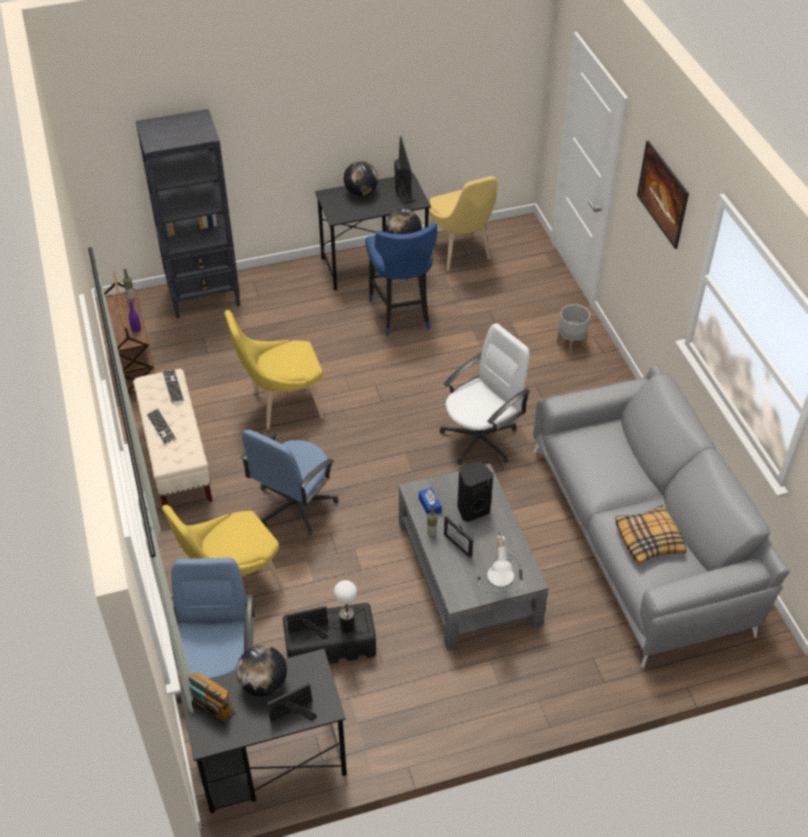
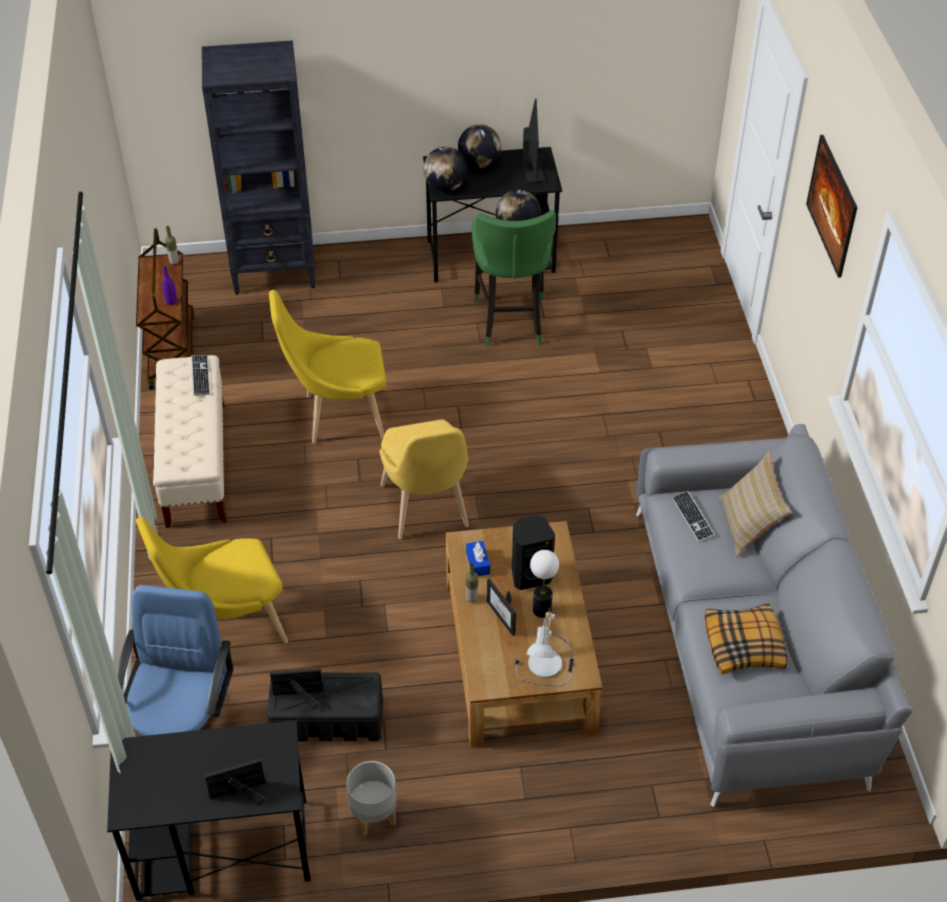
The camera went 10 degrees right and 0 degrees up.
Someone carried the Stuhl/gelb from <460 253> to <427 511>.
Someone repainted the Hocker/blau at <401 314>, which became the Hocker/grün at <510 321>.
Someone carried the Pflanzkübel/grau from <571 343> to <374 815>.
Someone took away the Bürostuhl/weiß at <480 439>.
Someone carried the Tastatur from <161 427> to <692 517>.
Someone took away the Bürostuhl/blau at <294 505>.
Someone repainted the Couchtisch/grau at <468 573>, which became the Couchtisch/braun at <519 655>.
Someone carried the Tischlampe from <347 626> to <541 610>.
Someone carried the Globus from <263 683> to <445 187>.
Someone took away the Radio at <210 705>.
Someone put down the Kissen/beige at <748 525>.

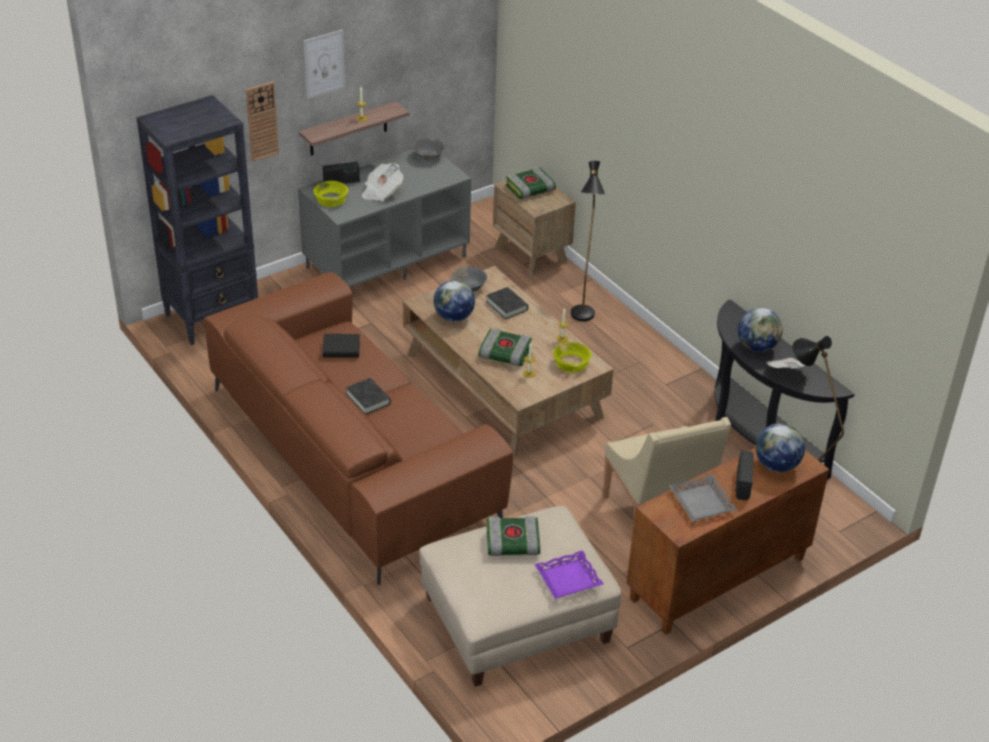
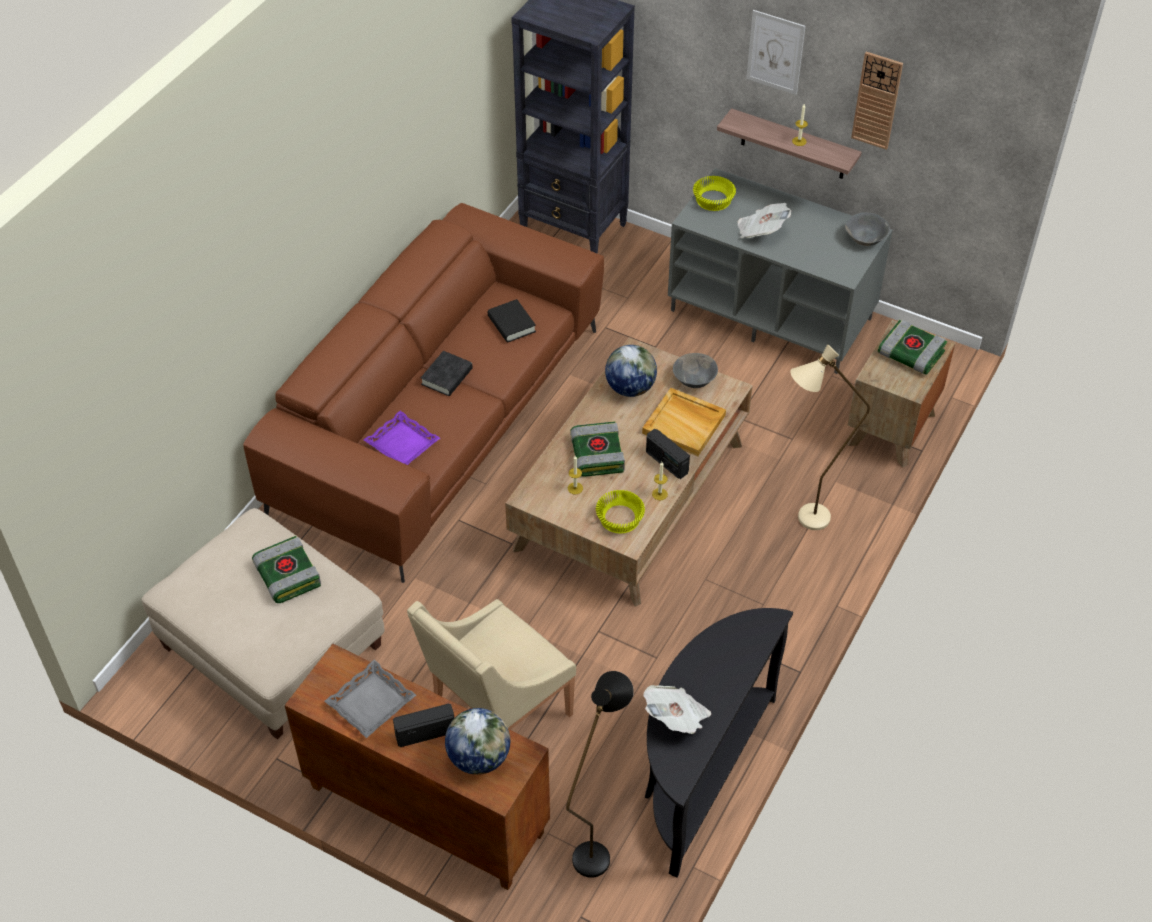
The camera went 65 degrees right and 10 degrees up.
Someone carried the Wanduhr from <262 121> to <877 100>.
Someone repainted the Stehlampe/schwarz at <582 319>, which became the Stehlampe/beige at <803 521>.
Someone carried the Radio from <341 182> to <666 462>.
Someone swapped the Buch/schwarz at <507 306> for the Tablett/beige at <684 424>.
Someone took away the Globus at <757 347>.
Someone carried the Tablett/lila from <568 578> to <402 443>.

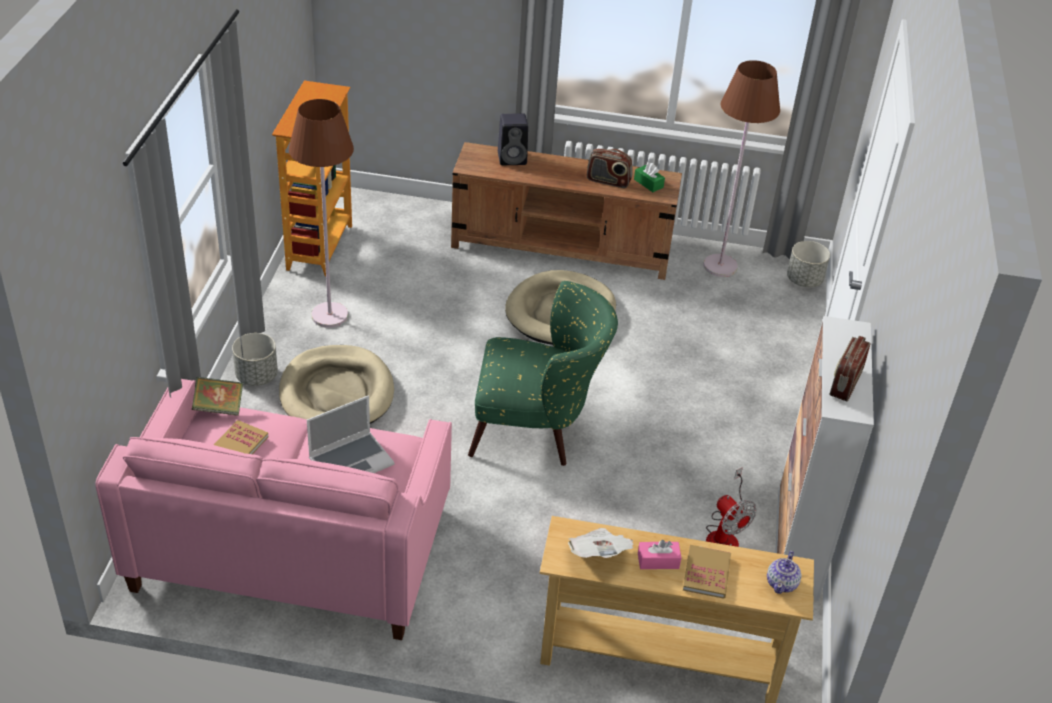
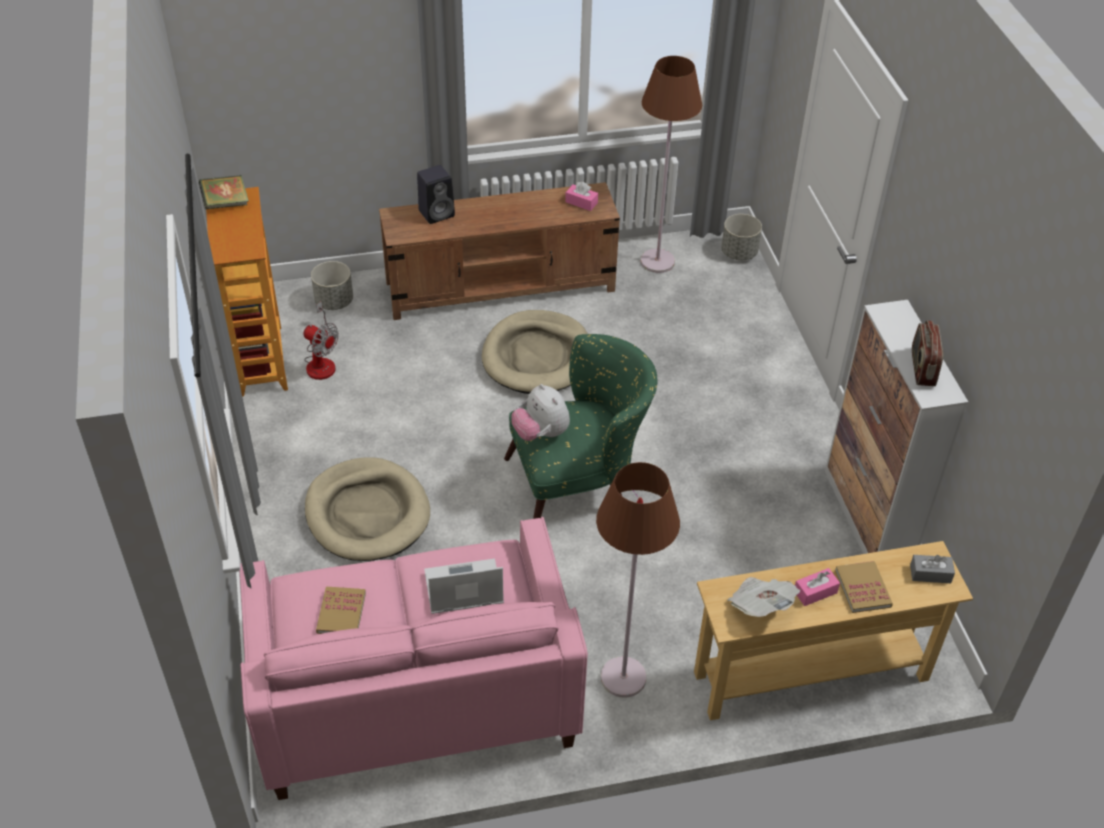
The camera went 20 degrees left and 5 degrees up.
Someone carried the Stehlampe/braun from <329 316> to <623 678>.
Someone took away the Radio at <608 181>.
Someone repainted the Taschentuchbox/grün at <648 183>, which became the Taschentuchbox/rosa at <581 202>.
Someone carried the Pflanzkübel/grau from <257 376> to <334 301>.
Someone carried the Buch from <219 407> to <226 204>.
Someone rotated the Laptop at <351 461> by 135 degrees counterclockwise.
Someone carried the Ventilator from <724 535> to <321 361>.
Someone swapped the Teekanne at <782 583> for the Taschentuchbox/grau at <930 574>.
Someone put down the Plüschtier at <541 433>.

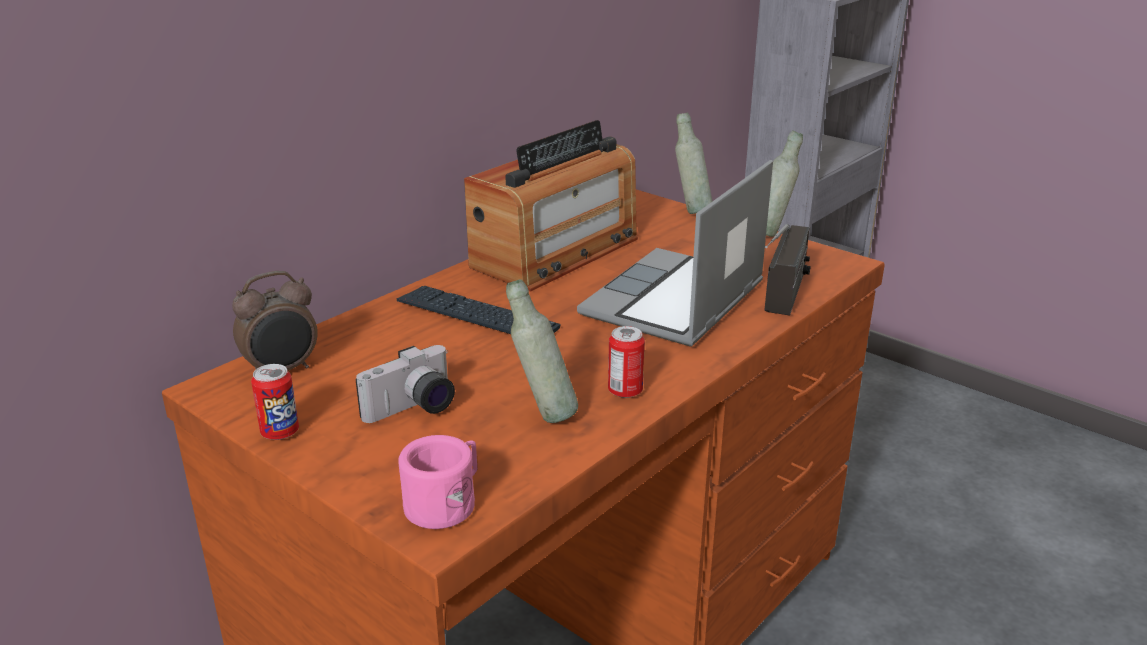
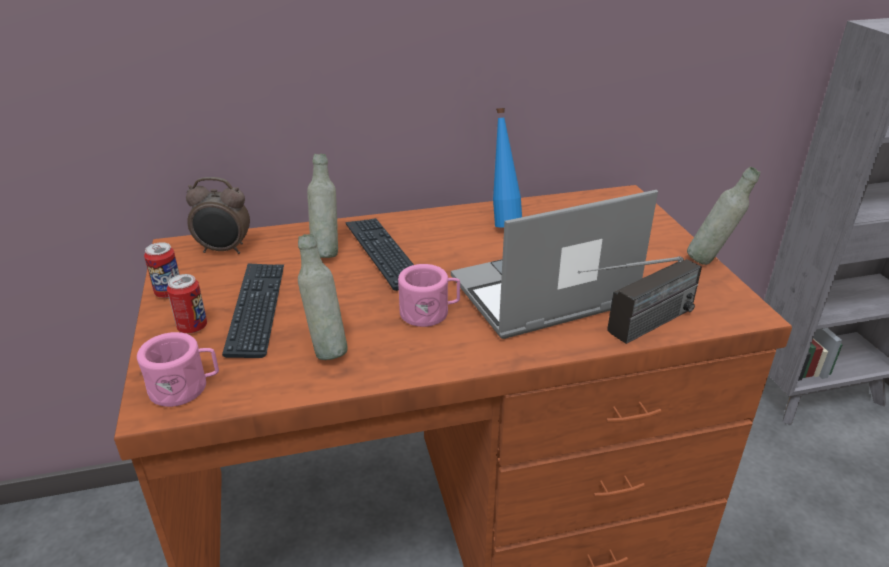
The camera went 35 degrees right and 5 degrees up.
Someone carried the Flasche/grau from <690 211> to <326 252>.
Someone swapped the Radio at <556 253> for the Flasche/blau at <503 222>.
Someone carried the Dose from <625 391> to <192 327>.
Someone swapped the Kamera at <414 409> for the Tastatur at <256 309>.
Someone put down the Henkelbecher/rosa at <430 313>.

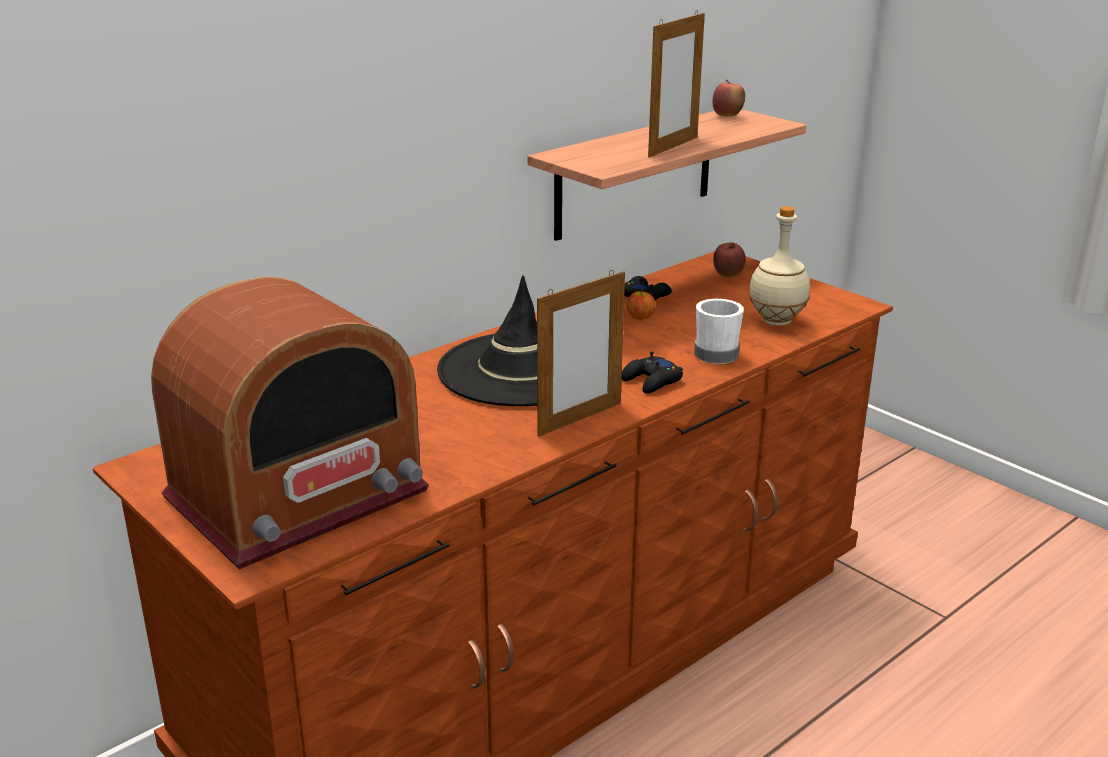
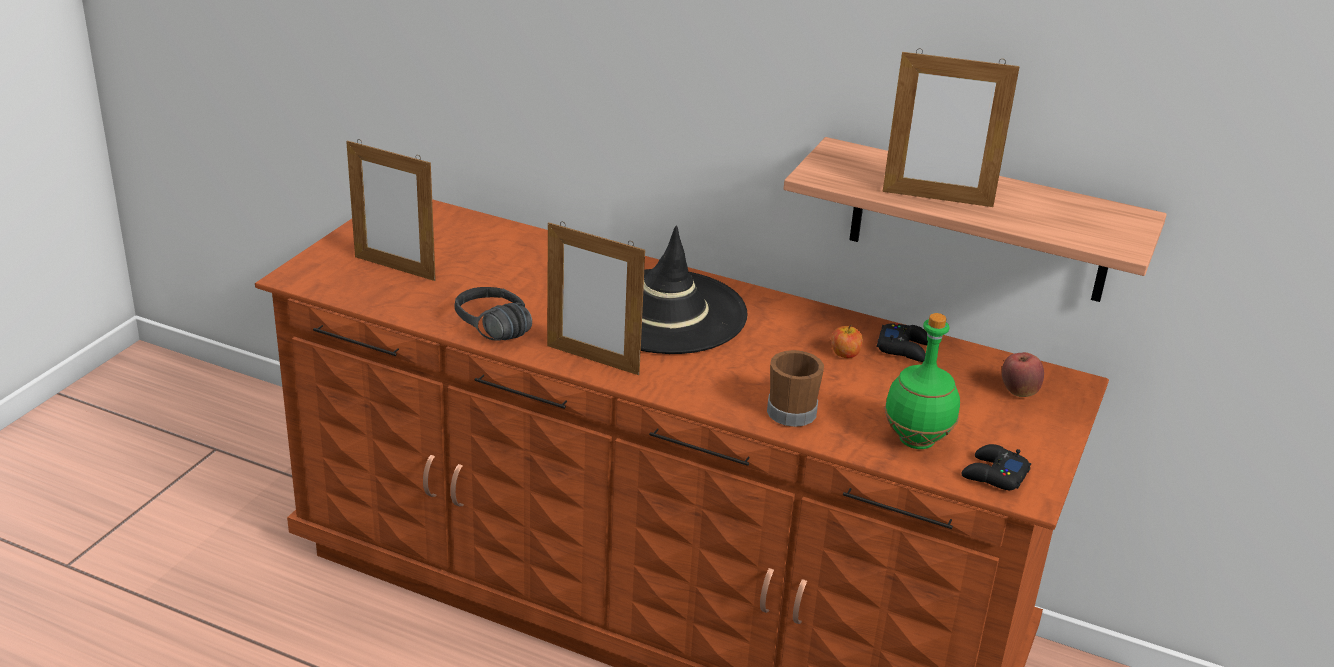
The camera went 65 degrees right and 5 degrees up.
Someone took away the Apfel at <727 116>.
Someone repainted the Flasche/beige at <777 321>, which became the Flasche/grün at <916 441>.
Someone swapped the Radio at <298 495> for the Bilderrahmen at <394 268>.
Someone repainted the Henkelbecher/weiß at <713 352>, which became the Henkelbecher/braun at <795 410>.
Someone carried the Gamepad/schwarz from <652 381> to <993 475>.
Someone put down the Kopfhörer/schwarz at <483 331>.

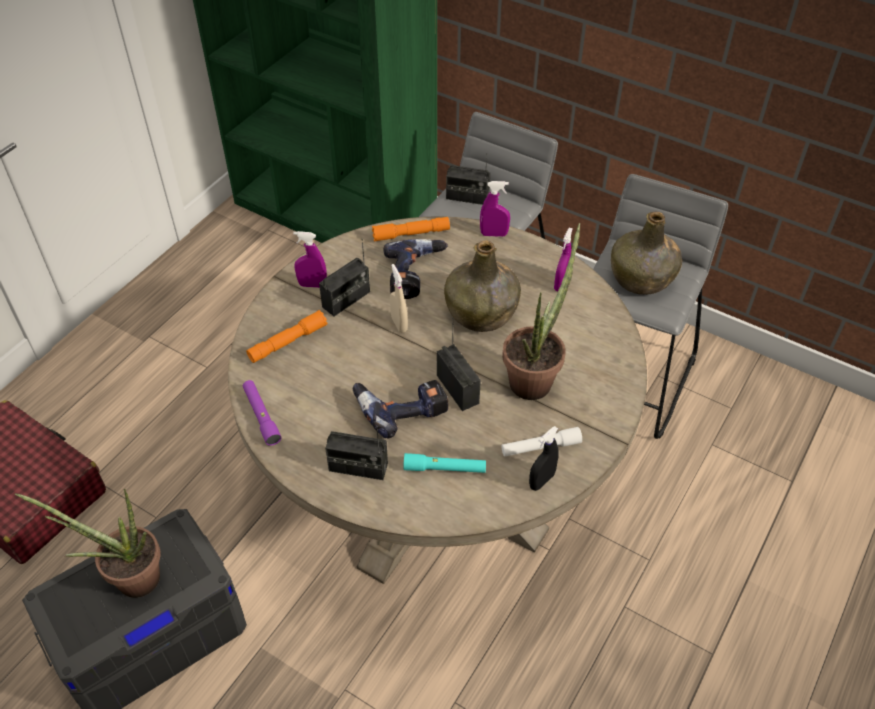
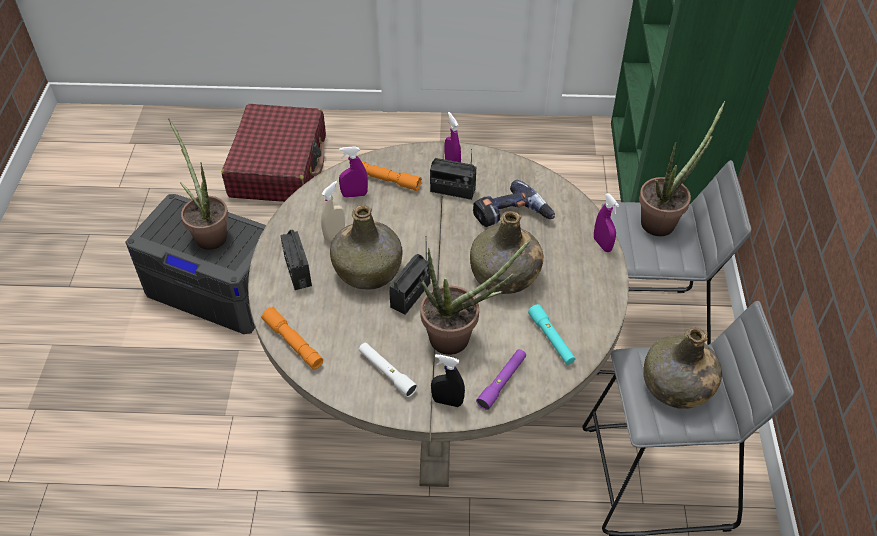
The camera went 60 degrees right and 0 degrees up.
Someone swapped the Radio at <467 197> for the Topfpflanze at <663 220>.
Someone carried the Taschenlampe/orange from <411 234> to <293 343>.
Someone carried the Sprühflasche/lila from <561 284> to <354 195>.
Someone carried the Sprühflasche/beige from <399 324> to <334 234>.
Someone carried the Taschenlampe/lila from <261 416> to <502 382>.
Someone swapped the Bohrmaschine at <401 407> for the Flasche/grün at <368 270>.
Someone carried the Sprühflasche/schwarz from <541 481> to <447 401>.
Someone carried the Taschenlampe/türkis from <444 468> to <551 339>.

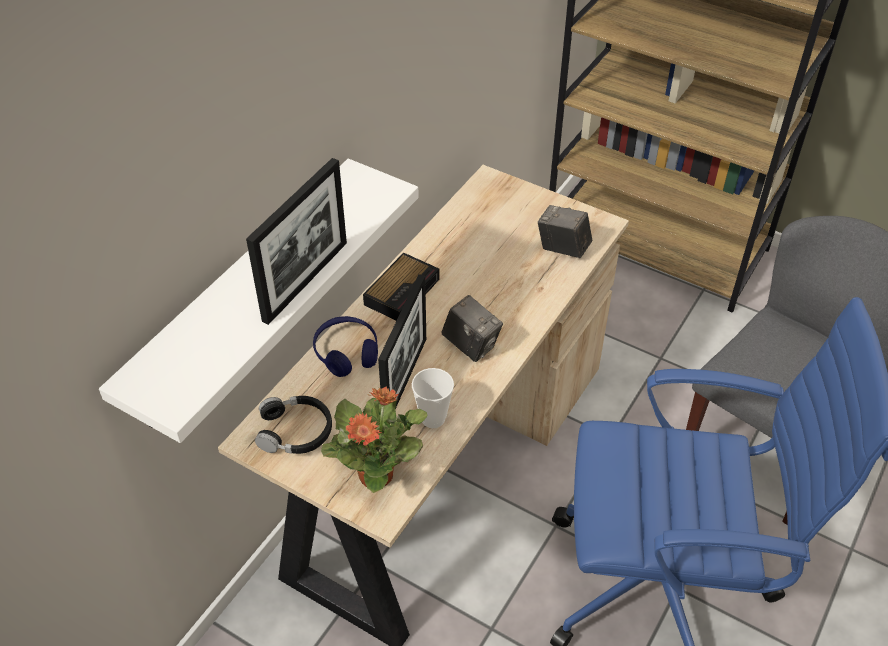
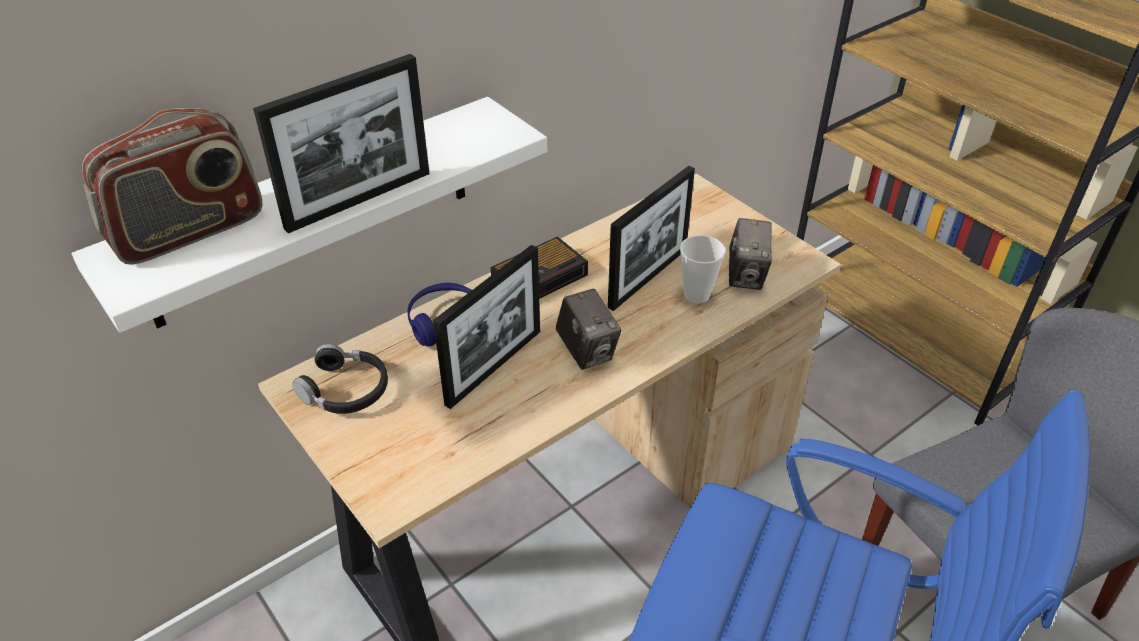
The camera went 20 degrees right and 5 degrees down.
Someone rotated the Kamera at <563 248> by 135 degrees counterclockwise.
Someone carried the Tasse from <433 418> to <697 295>.
Someone took away the Topfpflanze at <377 474>.
Someone put down the Radio at <188 231>.
Someone put down the Bilderrahmen at <648 277>.

